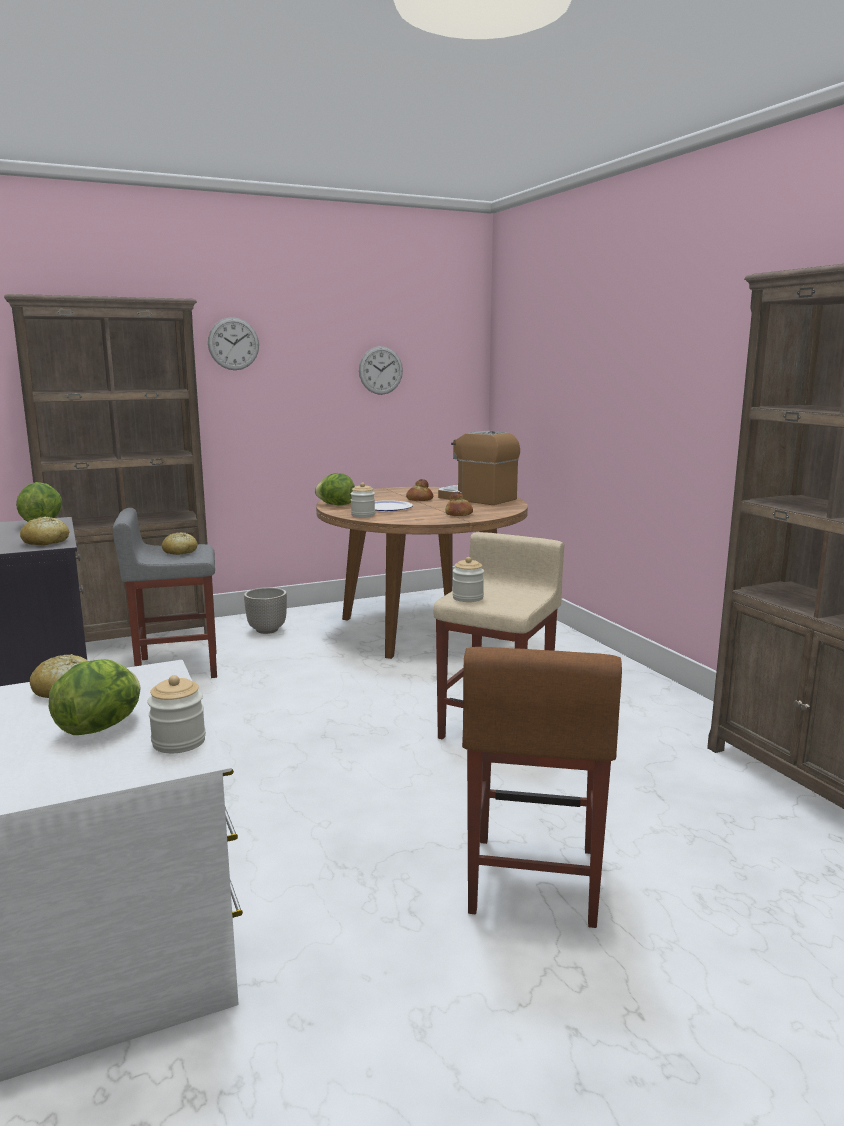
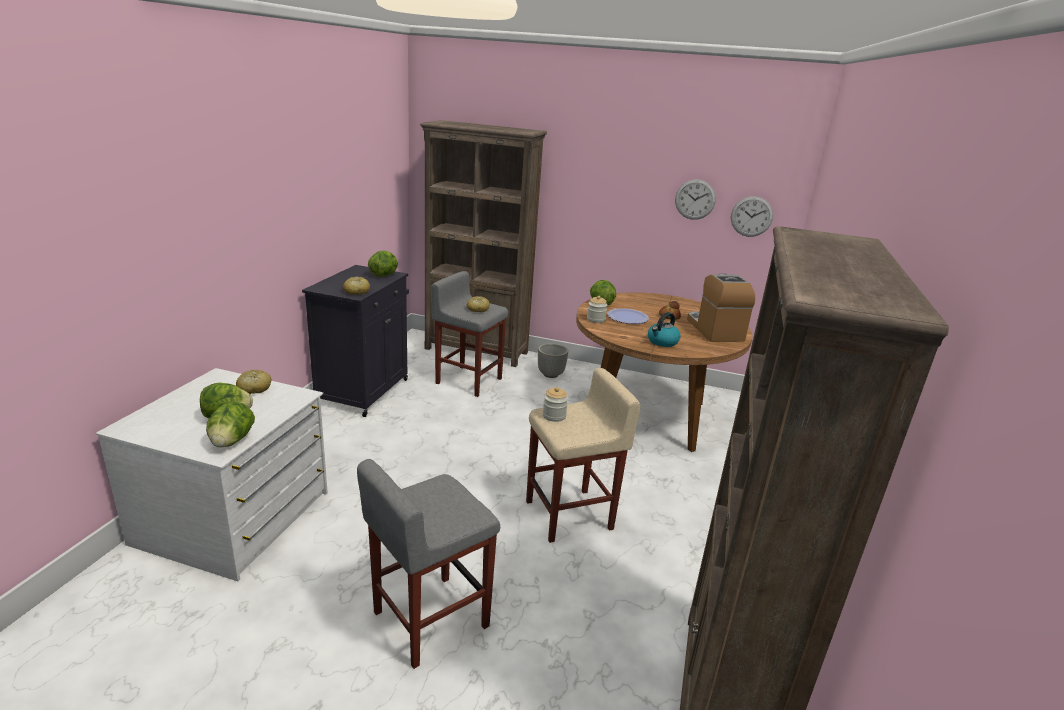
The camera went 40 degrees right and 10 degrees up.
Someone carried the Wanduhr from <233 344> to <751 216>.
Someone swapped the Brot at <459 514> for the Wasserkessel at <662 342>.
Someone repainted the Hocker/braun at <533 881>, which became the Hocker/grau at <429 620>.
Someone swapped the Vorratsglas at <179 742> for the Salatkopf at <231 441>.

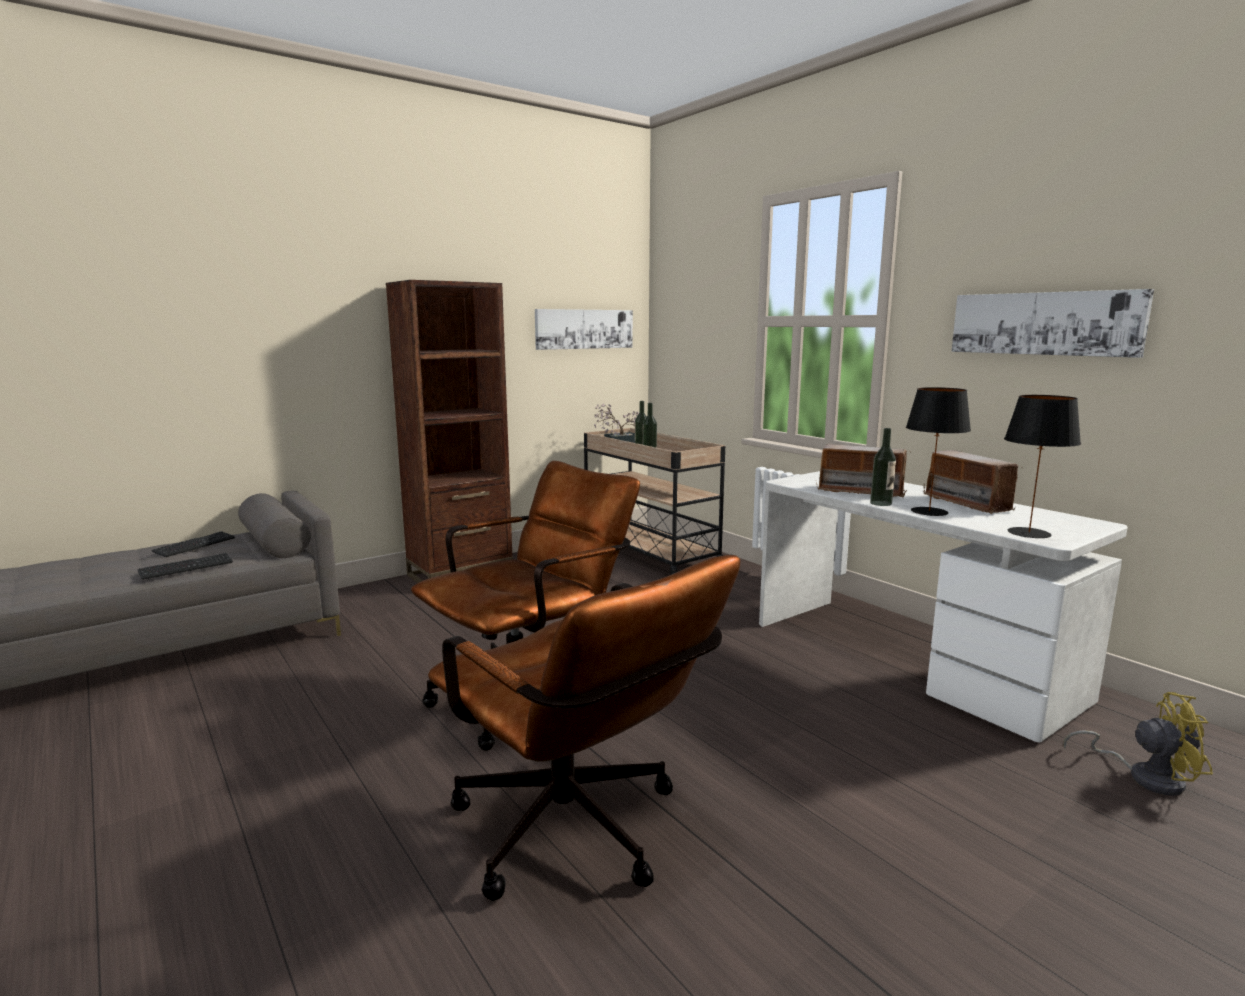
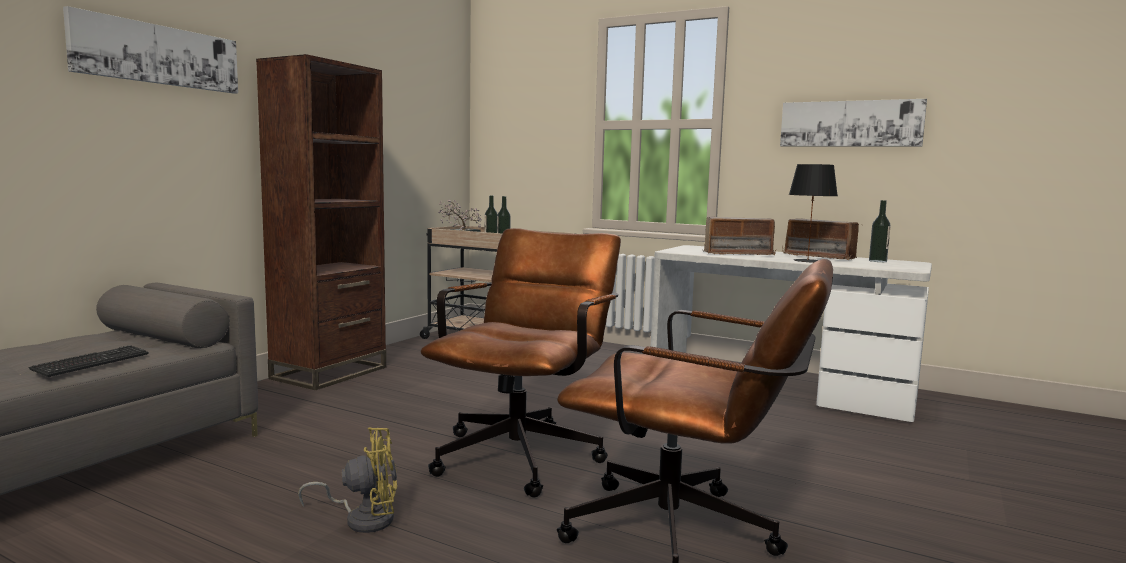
The camera went 25 degrees left and 5 degrees down.
Someone carried the Bild from <584 329> to <157 55>.
Someone took away the Tischlampe/schwarz at <1029 533>.
Someone carried the Flasche from <881 503> to <877 261>.
Someone took away the Tastatur at <195 546>.
Someone carried the Ventilator/gelb from <1144 776> to <363 518>.

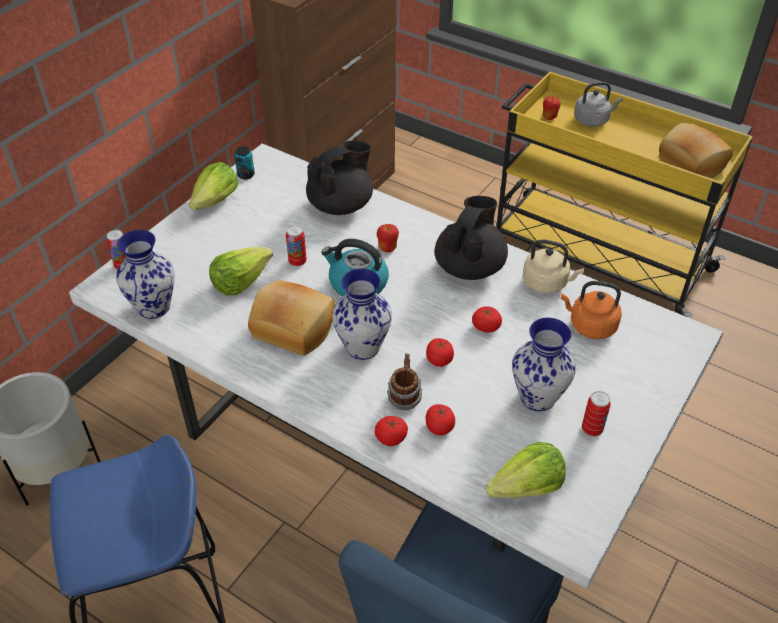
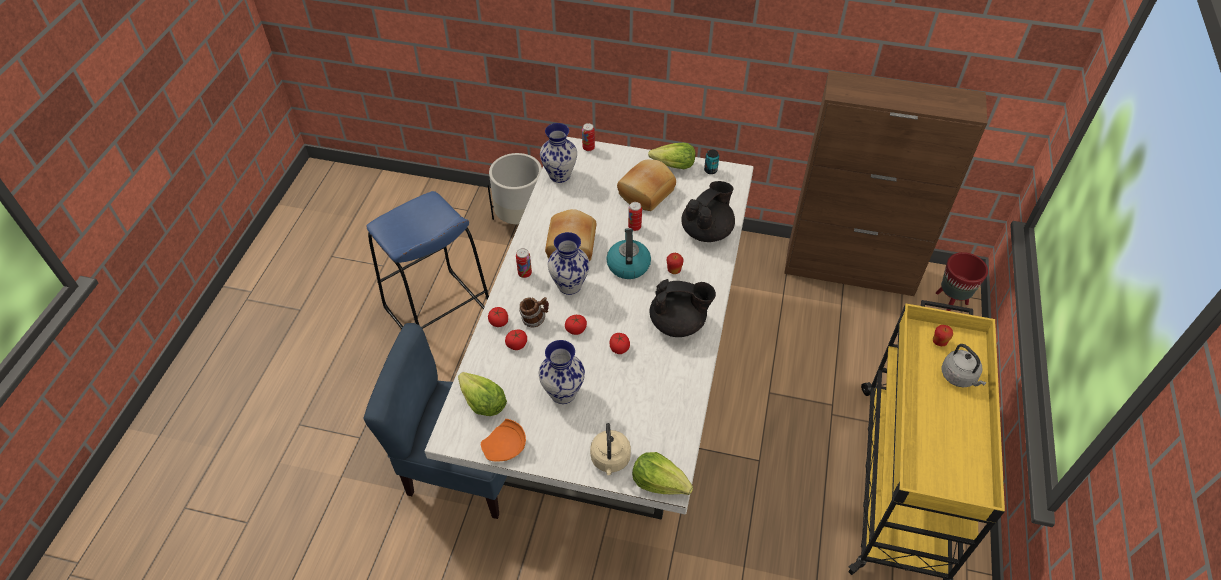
The camera went 70 degrees right and 5 degrees up.
Someone carried the Brot from <690 163> to <645 192>.
Someone rotated the Teekanne/schwarz at <341 205> by 75 degrees counterclockwise.
Someone carried the Wasserkessel/beige from <547 283> to <610 460>.
Someone carried the Salatkopf from <240 281> to <660 482>.
Someone took away the Wasserkessel/orange at <590 326>.
Someone carried the Dose from <592 429> to <524 273>.
Someone put down the Pflanzkübel/rot at <949 304>.
Someone put down the Teller/orange at <505 447>.

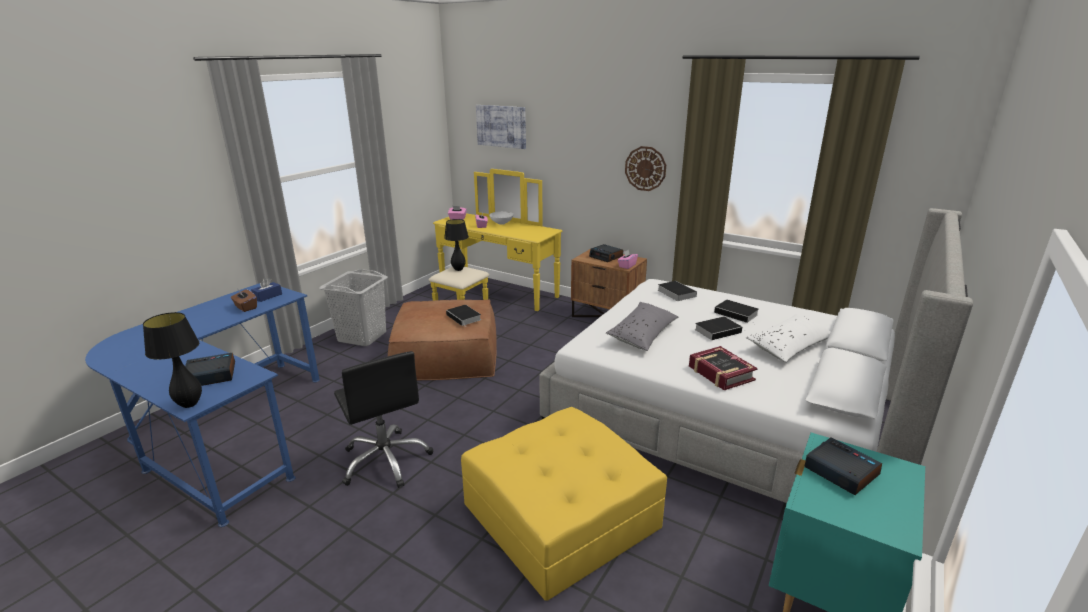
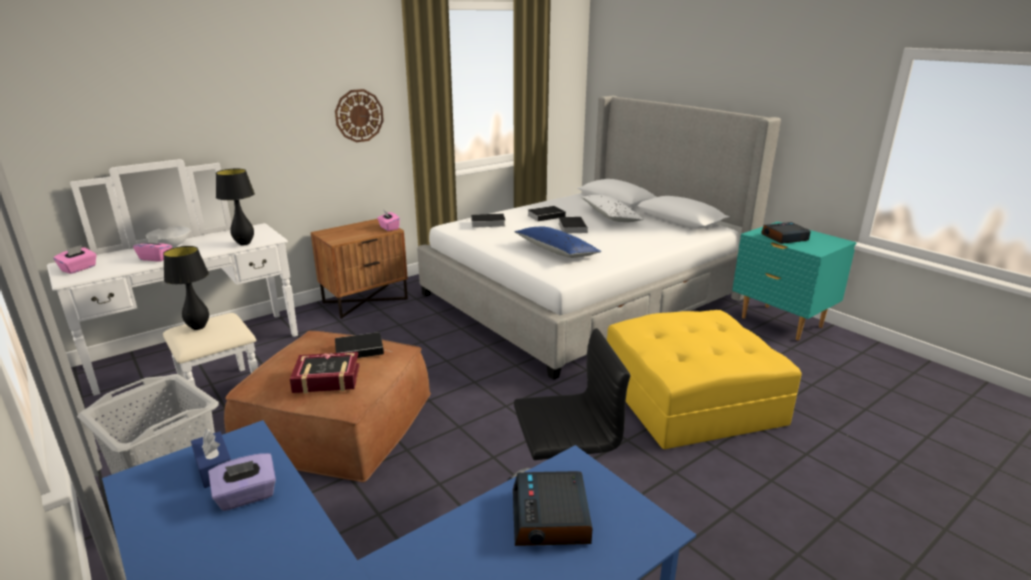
The camera went 70 degrees left and 0 degrees up.
Someone took away the Bild at <501 126>.
Someone repainted the Kommode/gelb at <491 296>, which became the Kommode/weiß at <203 358>.
Someone took away the Wecker at <606 256>.
Someone repainted the Taschentuchbox/braun at <245 307>, which became the Taschentuchbox/lila at <247 496>.
Someone repainted the Kissen/grau at <642 334>, which became the Kissen/blau at <556 251>.
Someone carried the Tischlampe/schwarz from <189 404> to <244 244>.
Someone carried the Buch from <720 373> to <327 379>.

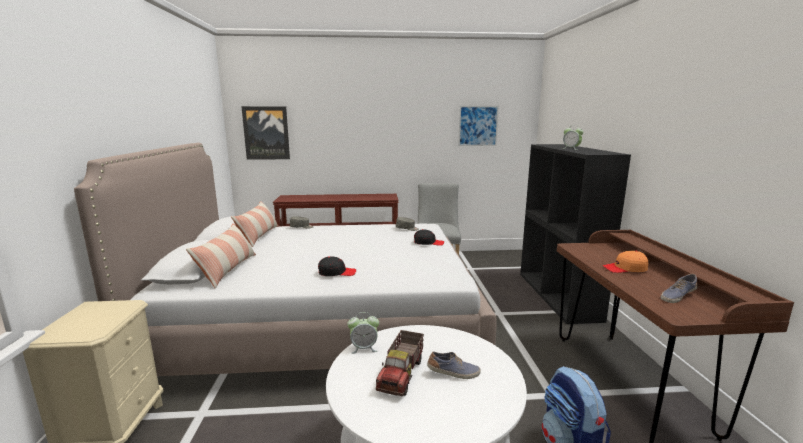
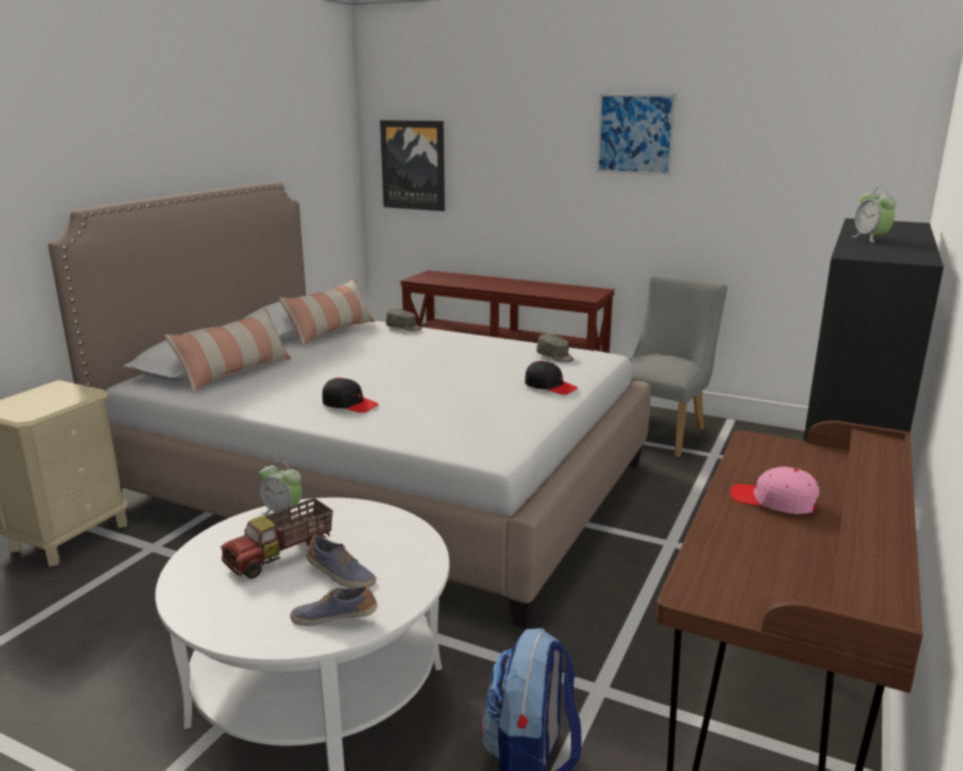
The camera went 30 degrees right and 5 degrees up.
Someone carried the Bild from <478 126> to <635 134>.
Someone repainted the Kappe/orange at <625 269>, which became the Kappe/rosa at <773 501>.
Someone carried the Schuh from <677 296> to <334 618>.

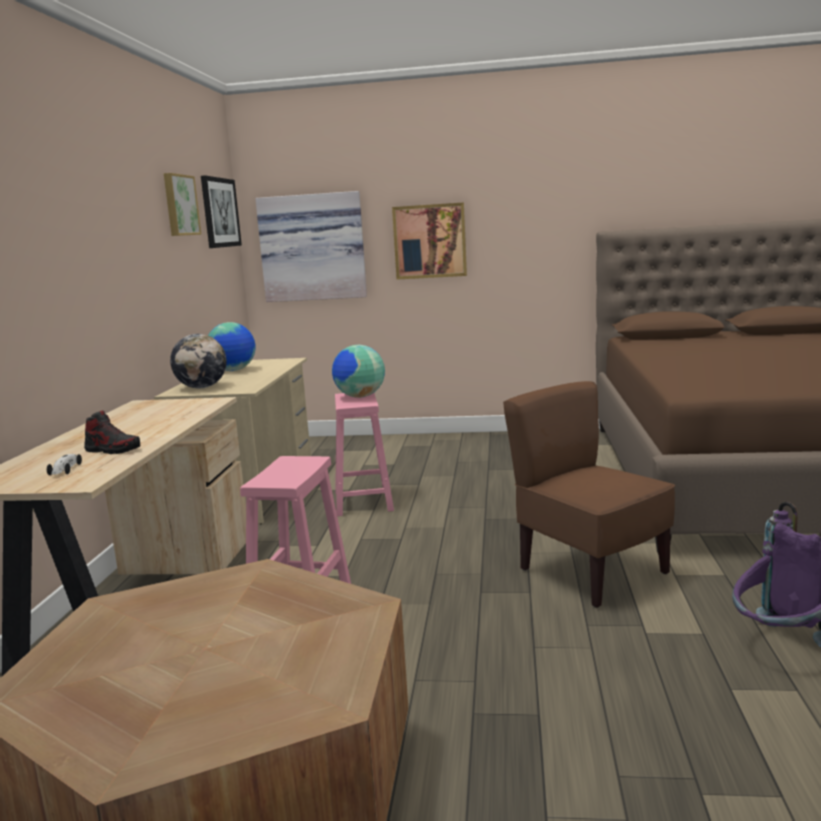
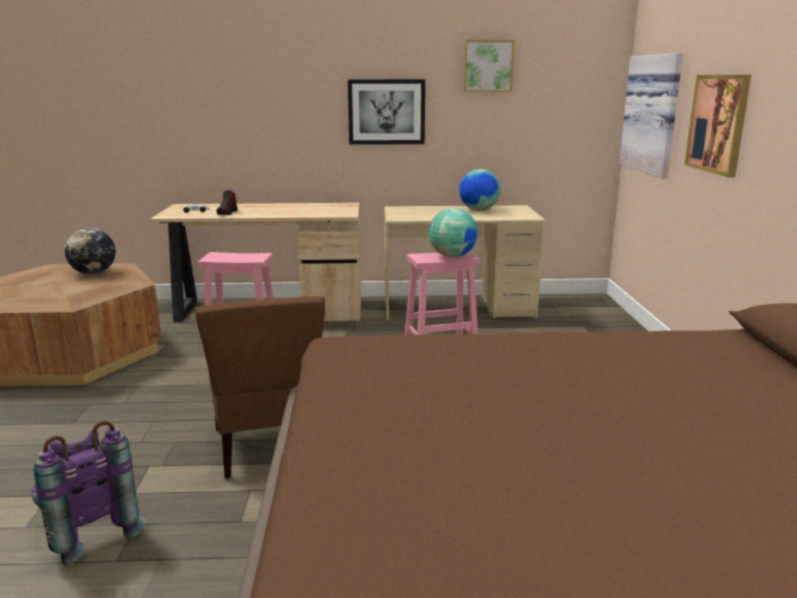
The camera went 80 degrees right and 5 degrees up.
Someone carried the Bild from <220 212> to <386 112>.
Someone carried the Globus from <202 387> to <93 273>.
Someone rotated the Stuhl/braun at <591 572> by 120 degrees clockwise.

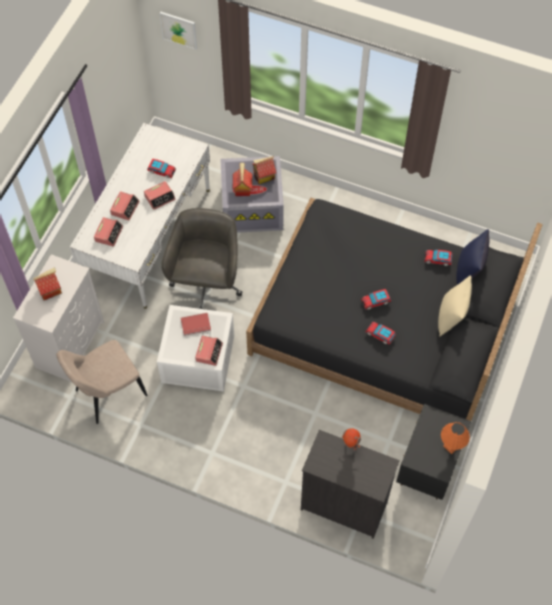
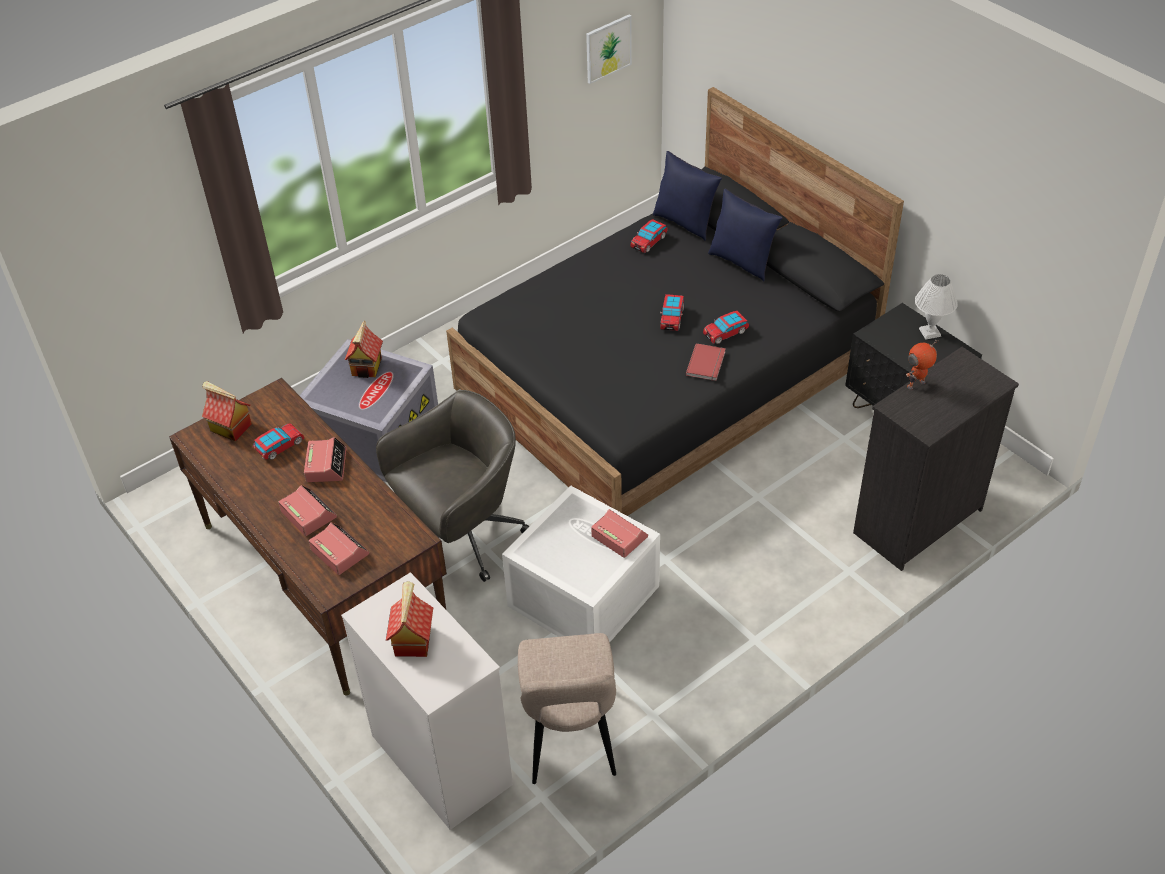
The camera went 60 degrees left and 15 degrees down.
Someone carried the Bild from <179 30> to <608 48>.
Someone repainted the Schreibtisch/weiß at <149 237>, which became the Schreibtisch/braun at <322 576>.
Someone carried the Spielzeughaus from <242 188> to <230 427>.
Someone rotated the Bürostuhl/grau at <207 283> by 105 degrees clockwise.
Someone repainted the Kissen/beige at <451 317>, which became the Kissen/blau at <742 262>.
Someone carried the Buch/rot from <196 325> to <707 363>.
Someone repainted the Tischlampe/orange at <451 446>, which became the Tischlampe/weiß at <930 332>.

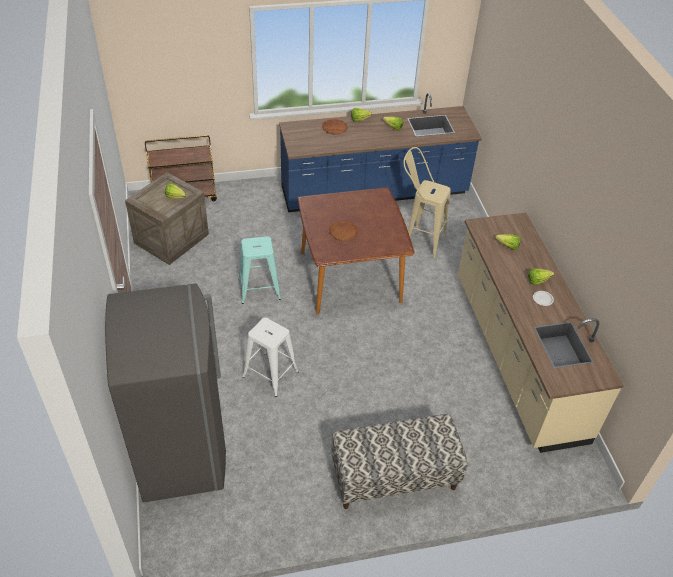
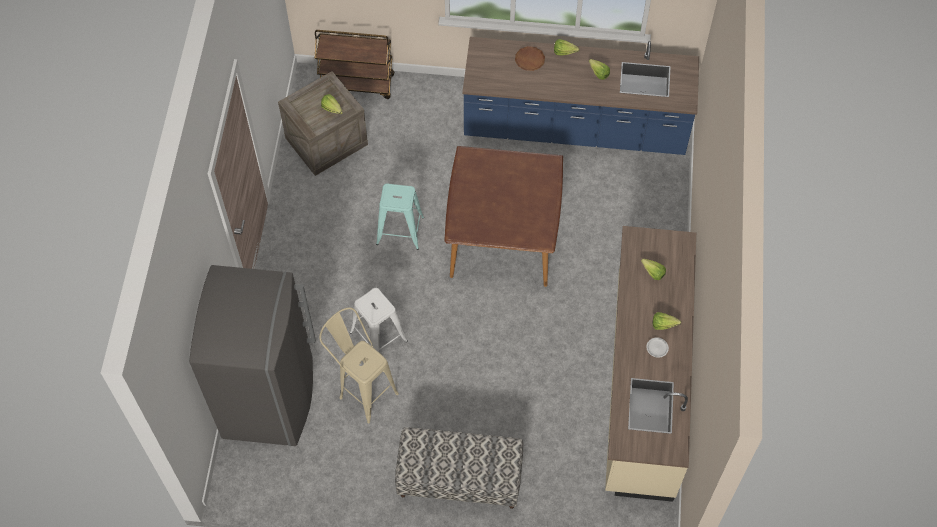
The camera went 20 degrees right and 15 degrees up.
Someone carried the Hocker/beige from <418 240> to <362 390>.
Someone took away the Teller/braun at <343 232>.

